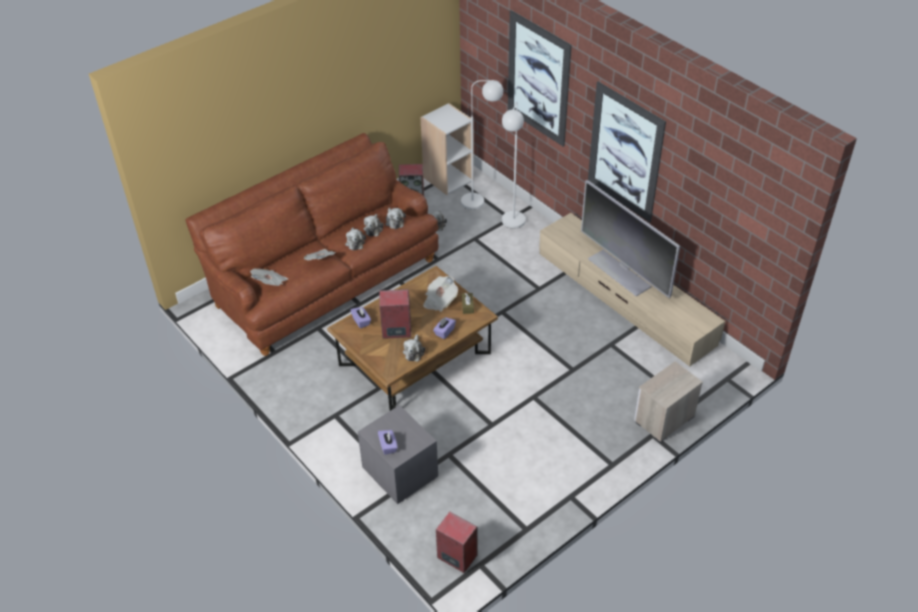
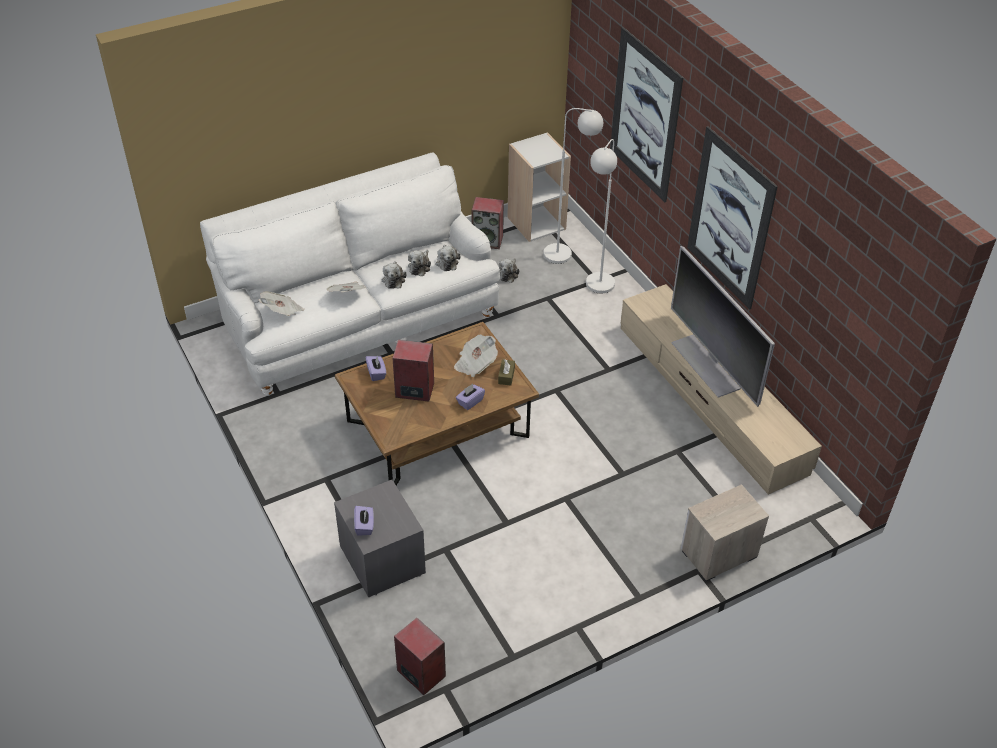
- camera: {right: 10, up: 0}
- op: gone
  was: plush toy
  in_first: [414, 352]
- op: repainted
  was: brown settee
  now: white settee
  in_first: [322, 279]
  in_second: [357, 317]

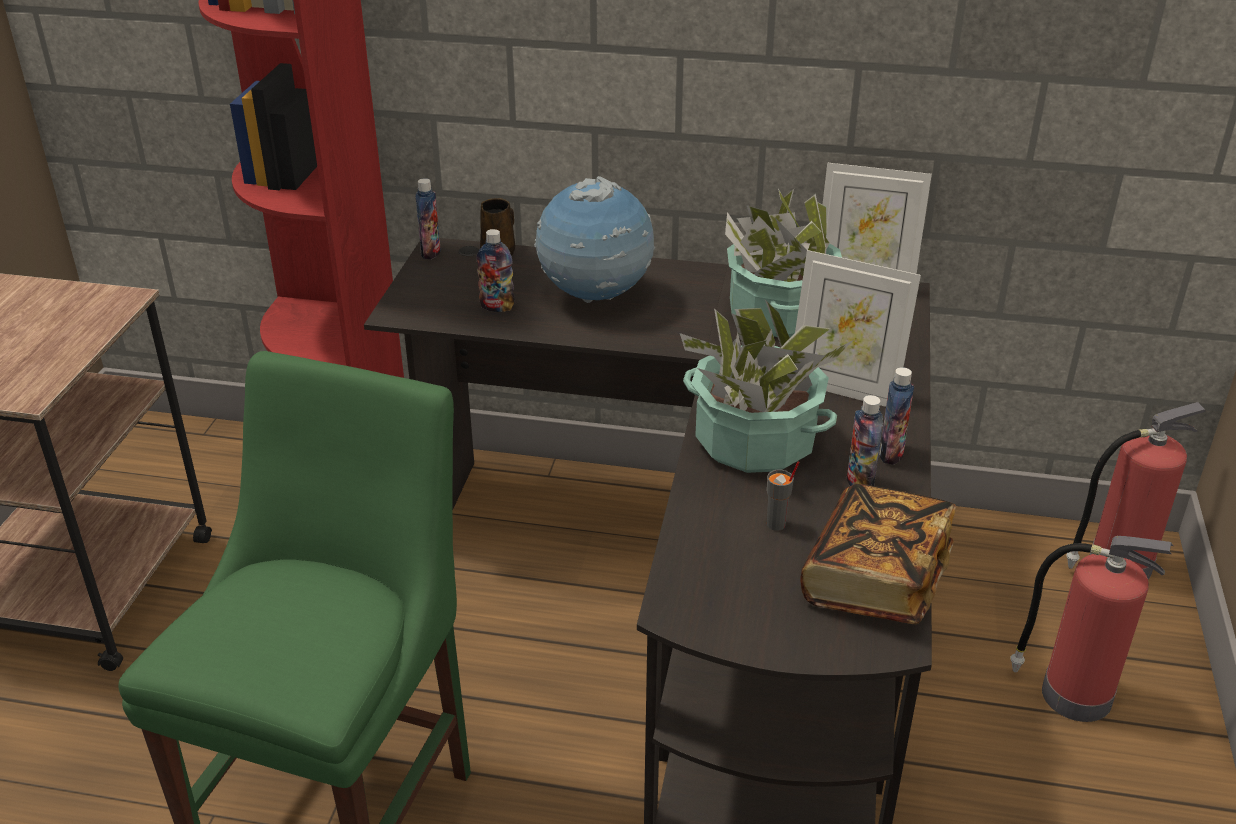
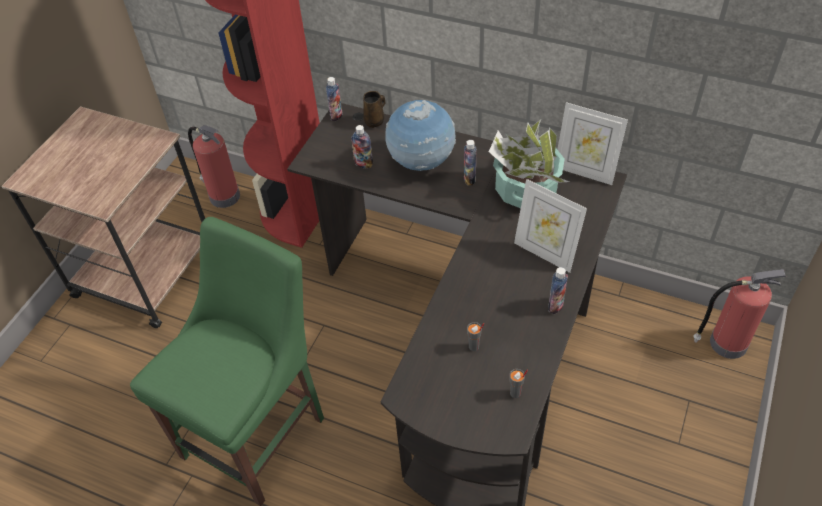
- camera: {right: 15, up: 15}
- op: gone
  was: houseplant
  in_first: [755, 442]
- op: shifted
  was: beverage bottle
  in_first: [860, 483]
  in_second: [469, 179]
- op: shifted
  was: fire-fighting cylinder
  in_first: [1072, 694]
  in_second: [223, 195]
- op: swapped
  was: book
  now: grey cup
  in_first: [875, 580]
  in_second: [515, 393]

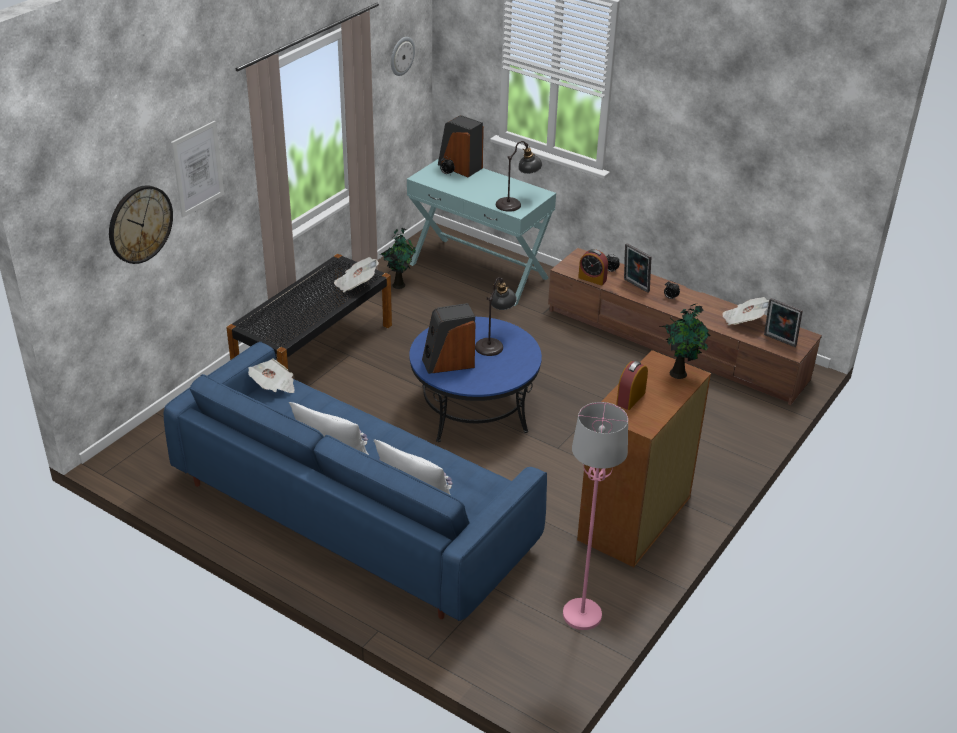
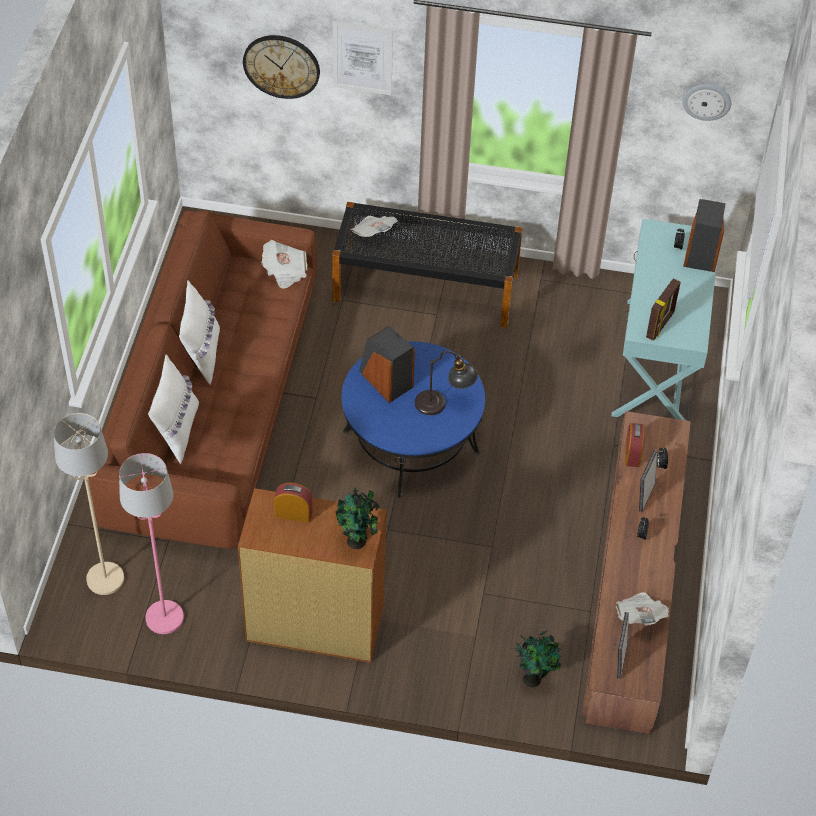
- camera: {right: 65, up: 15}
- op: new
  now: beige floor lamp
  in_second: [105, 579]
- op: shifted
  was: daily paper
  in_first: [356, 284]
  in_second: [373, 233]
- op: shifted
  was: houseplant
  in_first: [399, 284]
  in_second: [533, 679]
- op: swapped
  was: grey table lamp
  now: photo frame
  in_first: [517, 202]
  in_second: [660, 325]
- op: repainted
  was: blue-coloured settee
  now: brown settee
  in_first: [354, 512]
  in_second: [213, 408]

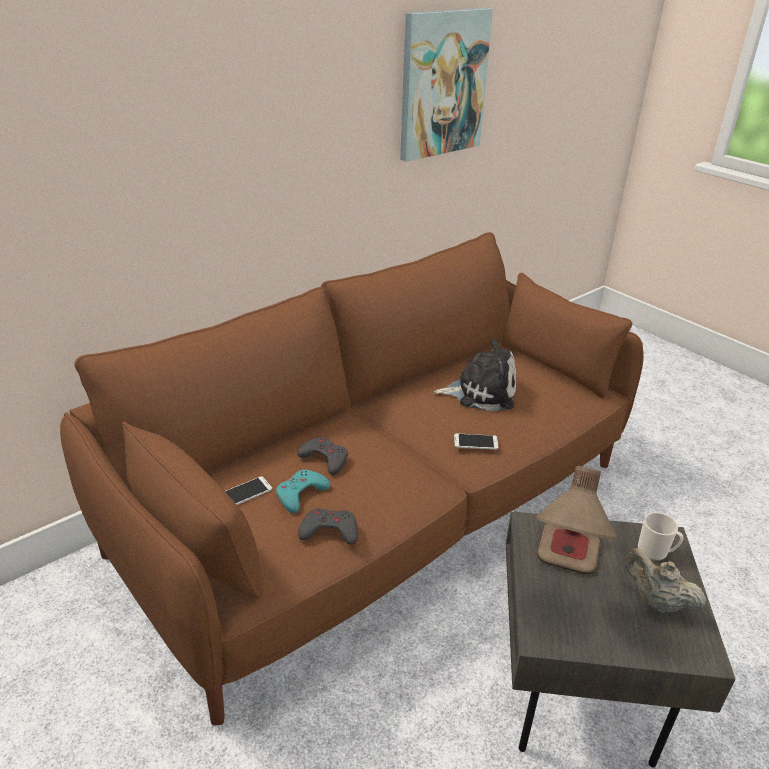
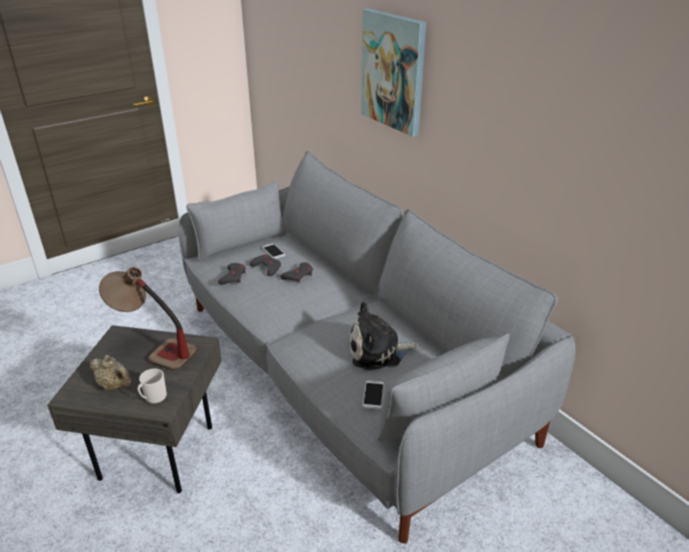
- camera: {right: 95, up: 0}
- op: shifted
  was: picture
  in_first: [442, 84]
  in_second: [393, 71]
- op: shifted
  was: phone
  in_first: [476, 442]
  in_second: [373, 395]
- op: repainted
  was: brown settee
  now: grey settee
  in_first: [380, 508]
  in_second: [346, 370]
- op: repainted
  was: blue-green game controller
  now: grey game controller
  in_first: [300, 494]
  in_second: [267, 267]
- op: rotated
  was: plush toy
  in_first: [481, 392]
  in_second: [378, 351]
  clockwise: 75
- op: rotated
  was: beige pot for tea
  in_first: [656, 601]
  in_second: [115, 385]
  clockwise: 75

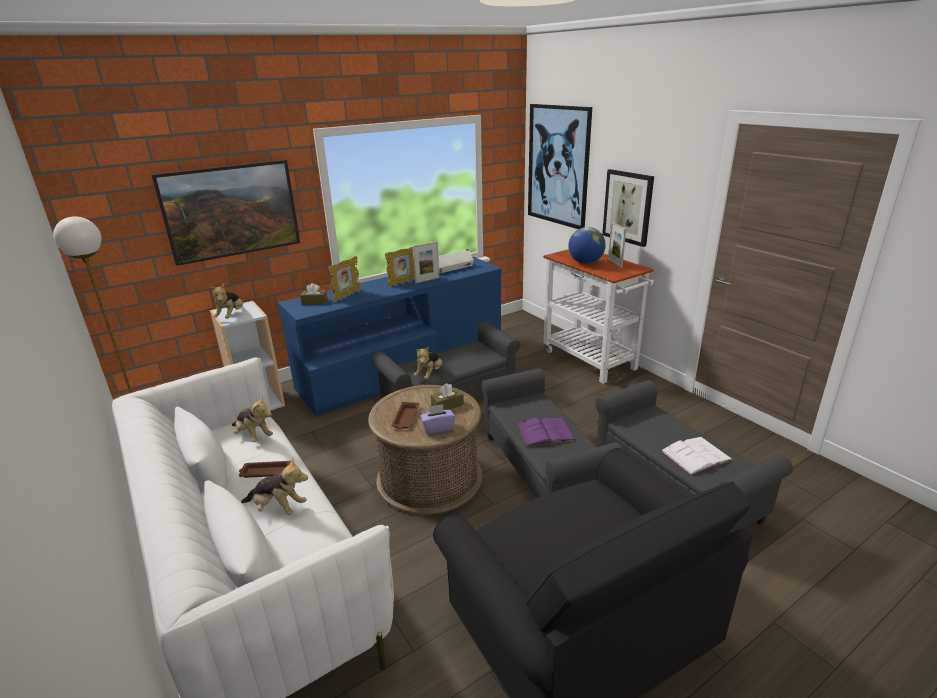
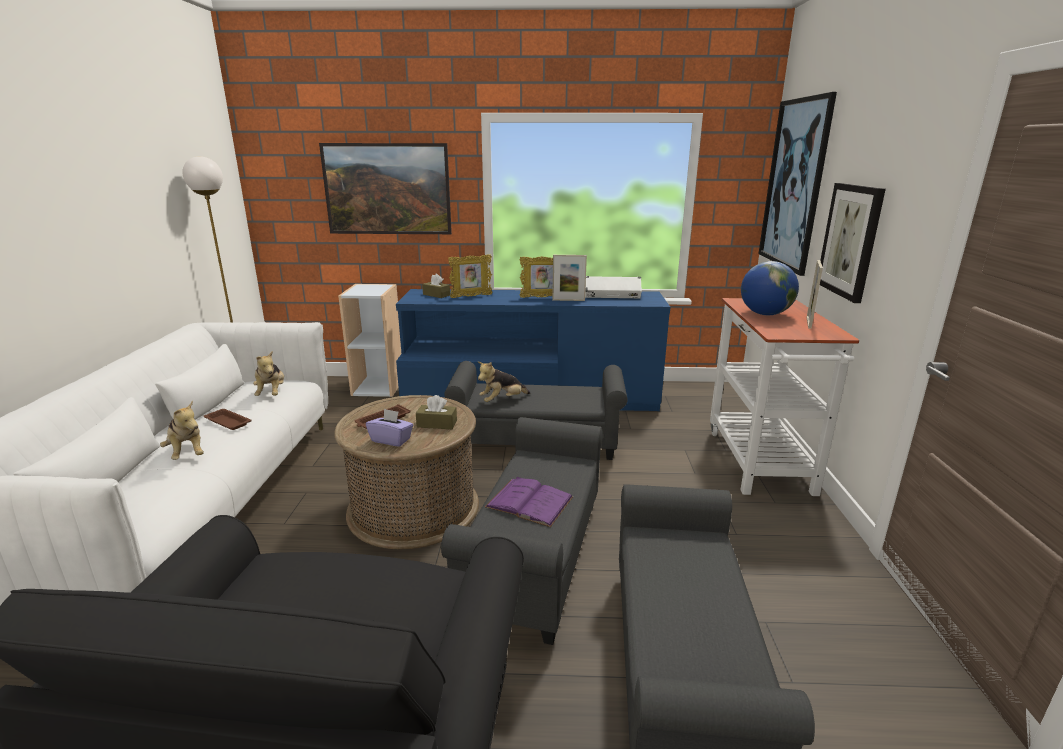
- camera: {right: 35, up: -5}
- op: gone
  was: plush toy
  in_first: [231, 316]
- op: gone
  was: white book
  in_first: [696, 455]

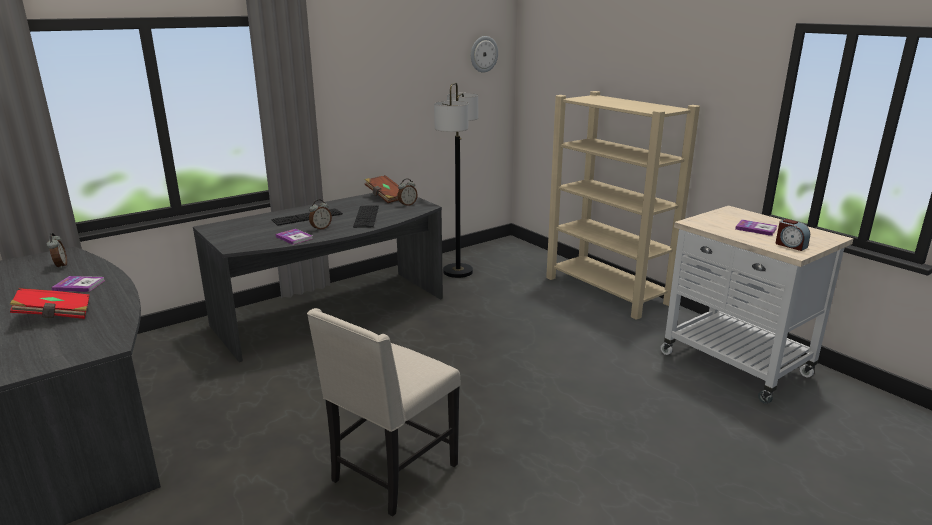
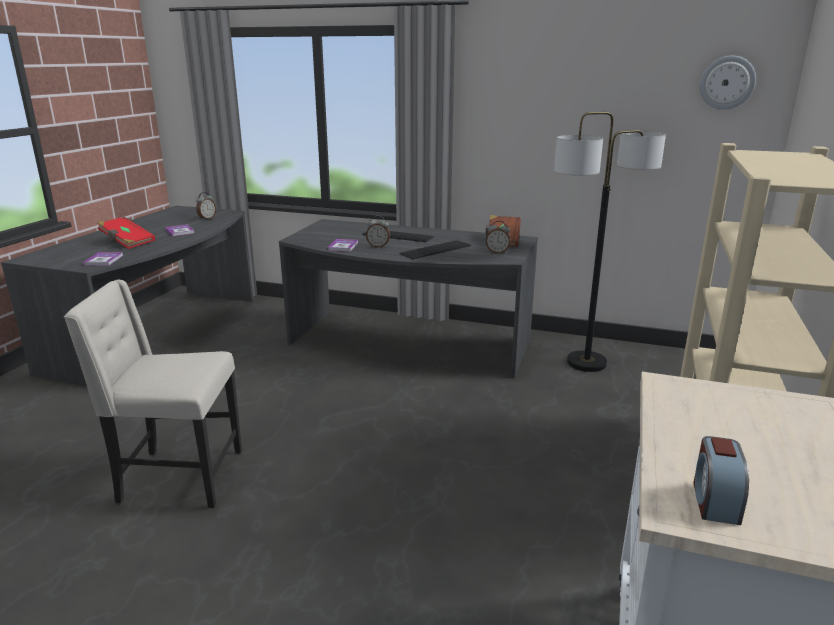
- camera: {right: 55, up: 0}
- op: shifted
  was: book
  in_first: [756, 229]
  in_second: [103, 260]

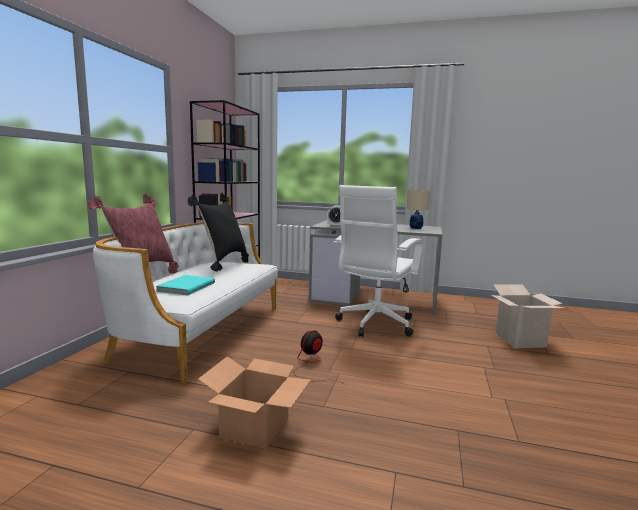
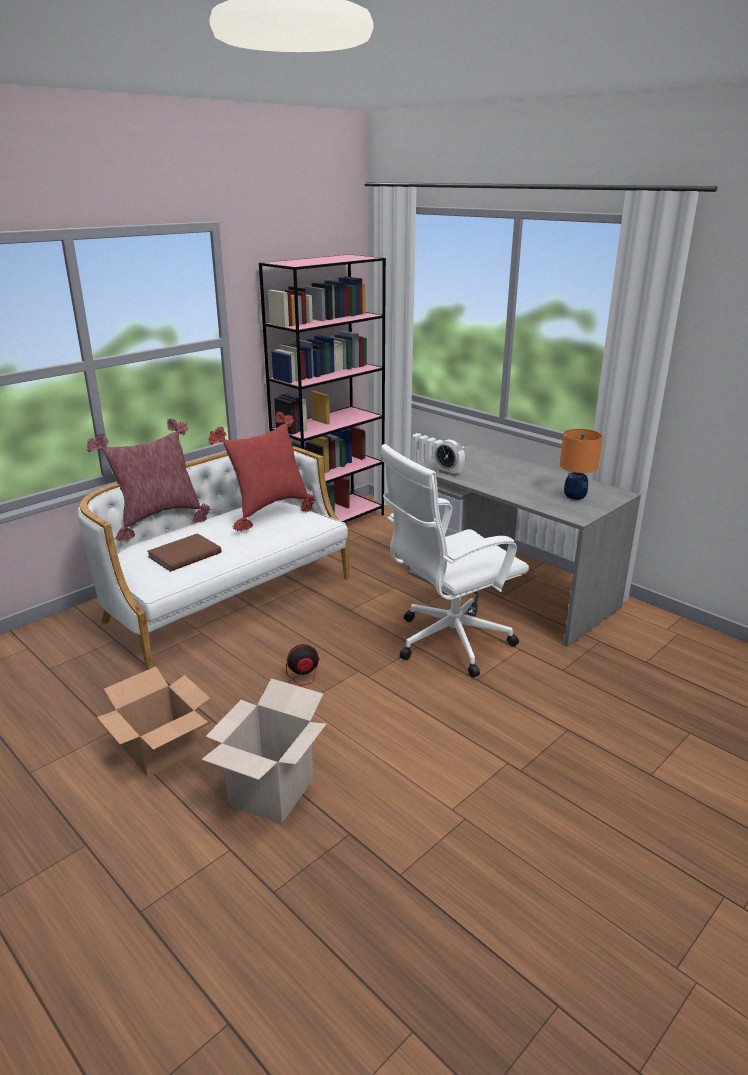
- camera: {right: 30, up: 15}
- op: shifted
  was: cardboard box
  in_first: [520, 340]
  in_second: [271, 792]
- op: repainted
  was: blue-green book
  now: brown book
  in_first: [185, 287]
  in_second: [184, 554]
- op: repainted
  was: black throw pillow
  now: red-coloured throw pillow
  in_first: [221, 267]
  in_second: [267, 517]
- op: repainted
  was: beige table lamp
  now: orangey table lamp
  in_first: [415, 228]
  in_second: [573, 497]

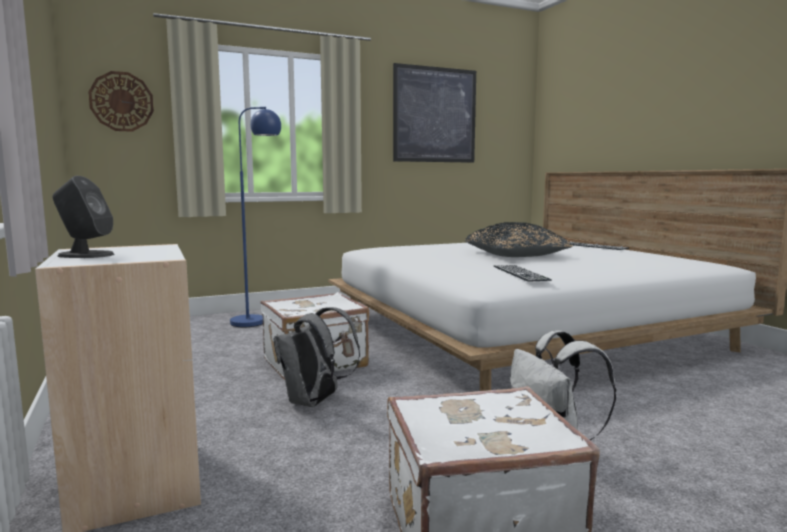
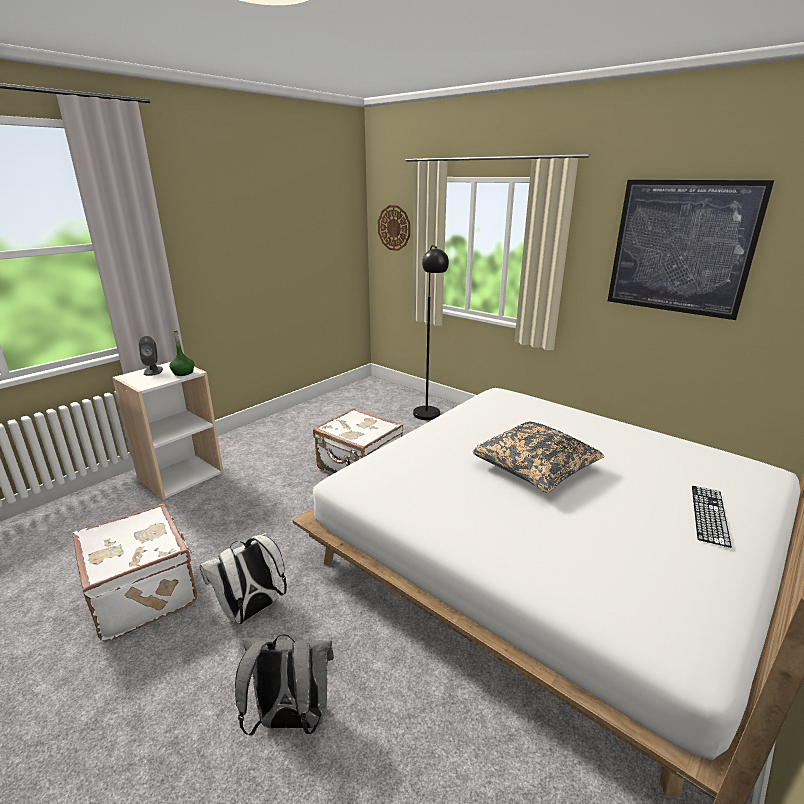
- camera: {right: 65, up: 15}
- op: gone
  was: PC keyboard
  in_first: [520, 273]
- op: new
  now: greenish beverage bottle
  in_second: [183, 373]
- op: shifted
  was: grey backpack
  in_first: [315, 402]
  in_second: [291, 719]
- op: repainted
  was: blue-coloured floor lamp
  now: black floor lamp
  in_first: [257, 323]
  in_second: [428, 418]

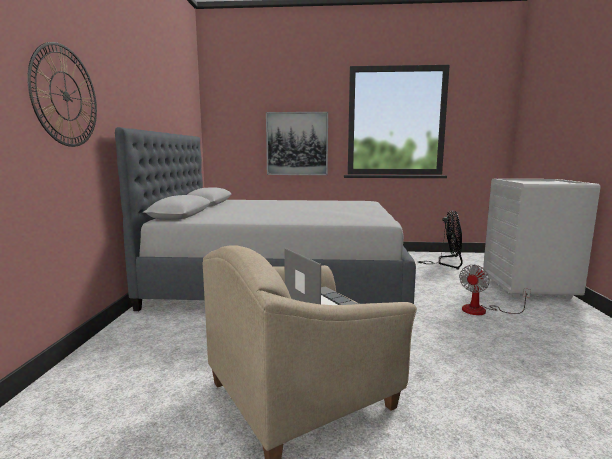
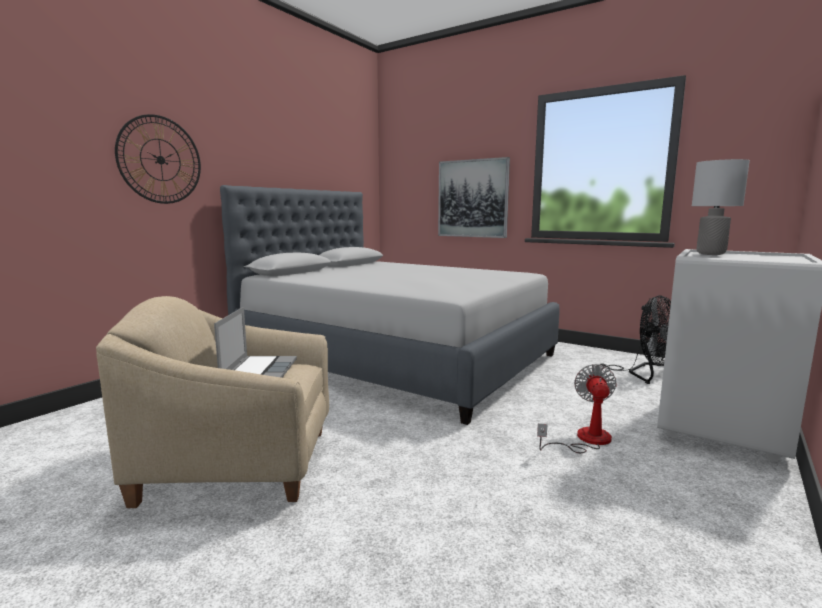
- camera: {right: 30, up: 0}
- op: new
  now: grey table lamp
  in_second: [711, 254]
- op: rotated
  was: electric fan
  in_first: [482, 310]
  in_second: [585, 440]
  clockwise: 120

